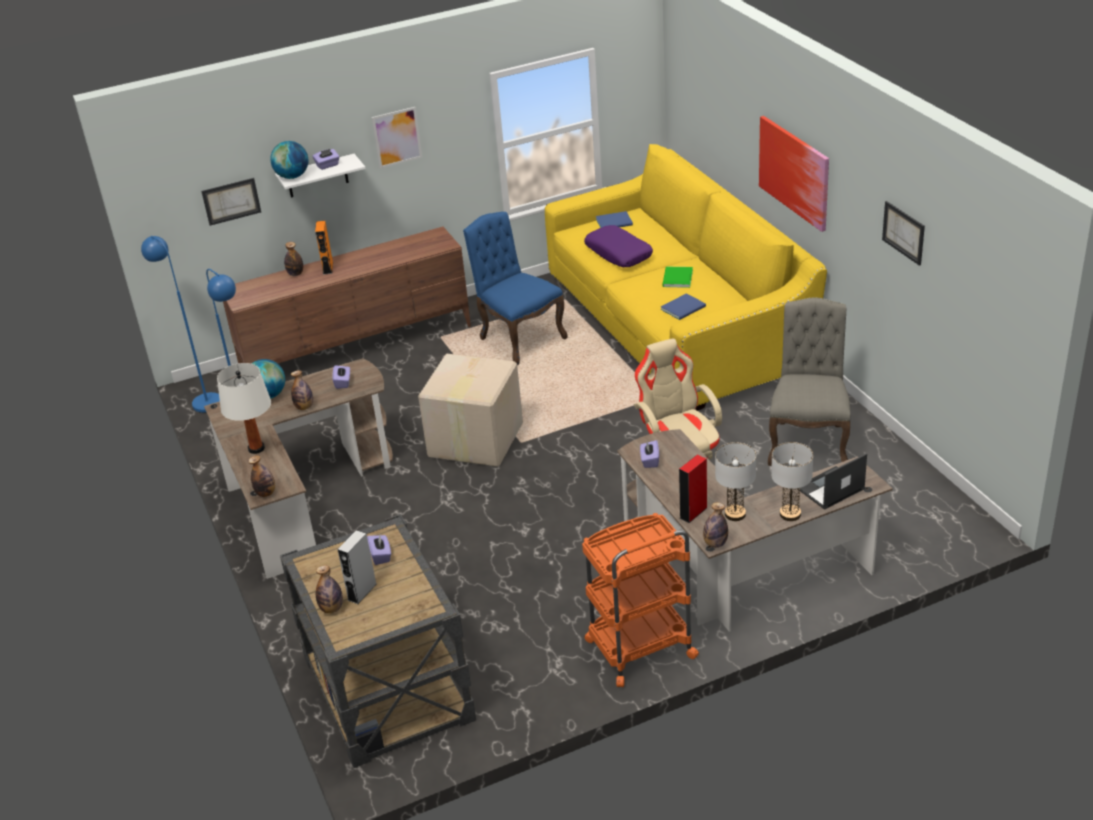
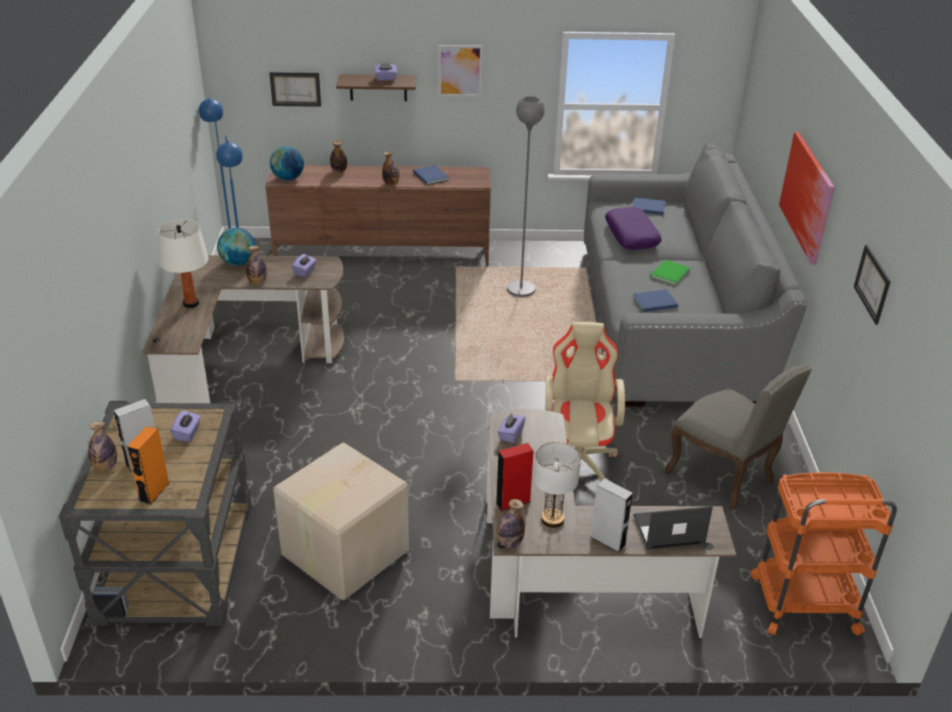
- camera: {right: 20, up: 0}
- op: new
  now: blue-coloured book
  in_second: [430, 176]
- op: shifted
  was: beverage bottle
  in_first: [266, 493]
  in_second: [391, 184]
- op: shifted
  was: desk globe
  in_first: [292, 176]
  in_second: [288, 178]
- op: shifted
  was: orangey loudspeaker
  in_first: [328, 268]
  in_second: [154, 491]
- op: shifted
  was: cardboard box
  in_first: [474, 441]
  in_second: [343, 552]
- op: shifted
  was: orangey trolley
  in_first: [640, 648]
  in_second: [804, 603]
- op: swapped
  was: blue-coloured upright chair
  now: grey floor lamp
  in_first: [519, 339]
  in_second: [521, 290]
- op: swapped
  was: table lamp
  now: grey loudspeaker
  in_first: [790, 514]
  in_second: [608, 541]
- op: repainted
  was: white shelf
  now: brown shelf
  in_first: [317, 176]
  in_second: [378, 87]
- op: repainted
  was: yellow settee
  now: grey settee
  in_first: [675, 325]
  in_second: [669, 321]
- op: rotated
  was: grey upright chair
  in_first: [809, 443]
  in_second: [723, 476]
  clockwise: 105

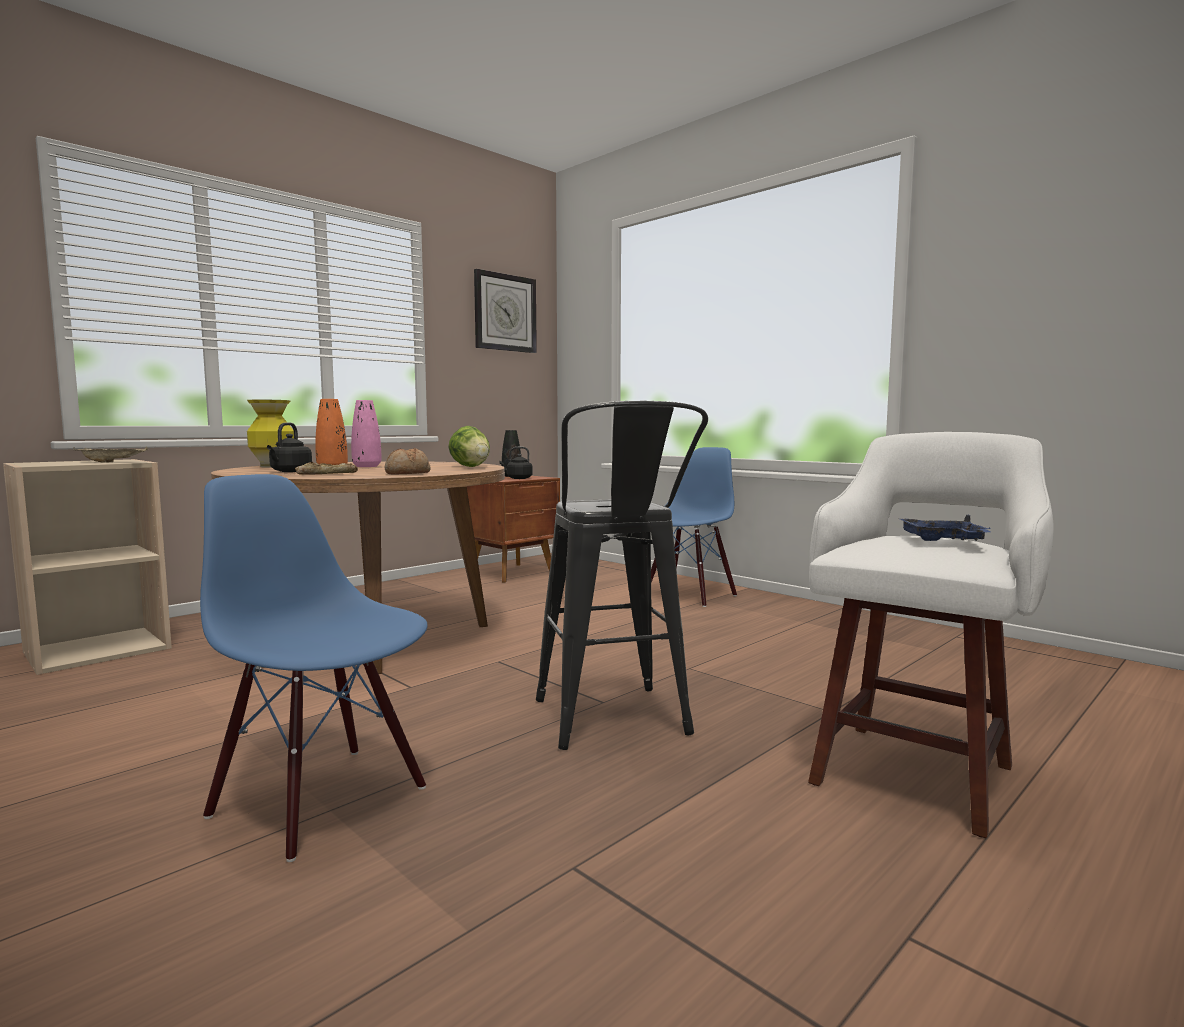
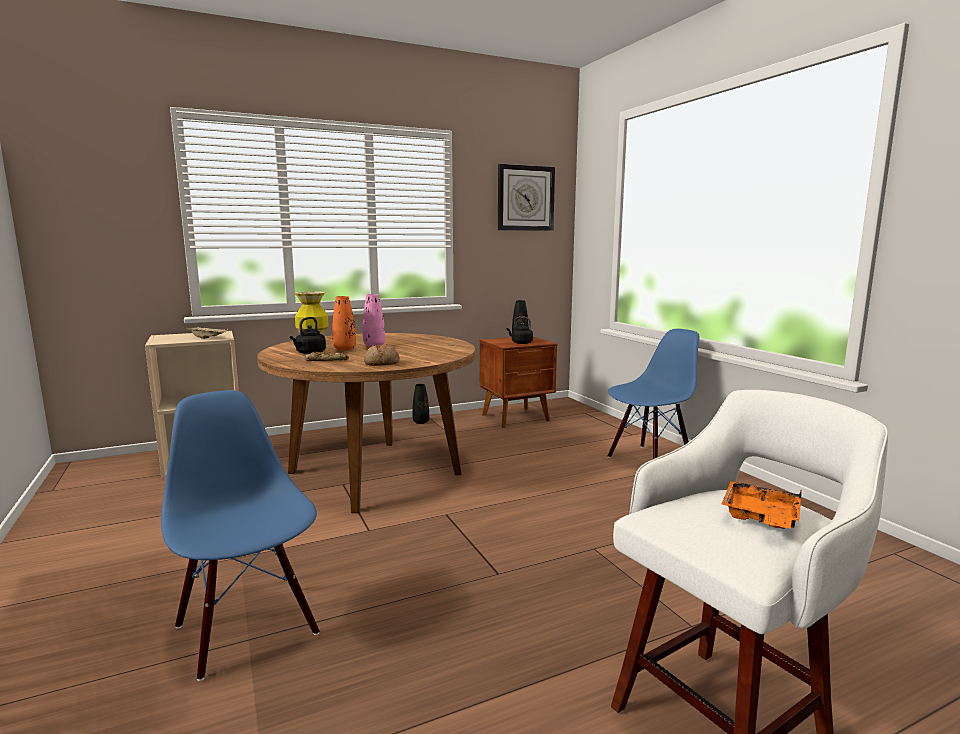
- camera: {right: 20, up: 5}
- op: gone
  was: lettuce head
  in_first: [471, 467]
- op: gone
  was: black sitting stool
  in_first: [614, 725]
- op: new
  now: black decorative vase
  in_second: [421, 422]
- op: repainted
  was: blue-coloured tray
  now: orangey tray
  in_first: [943, 541]
  in_second: [760, 517]

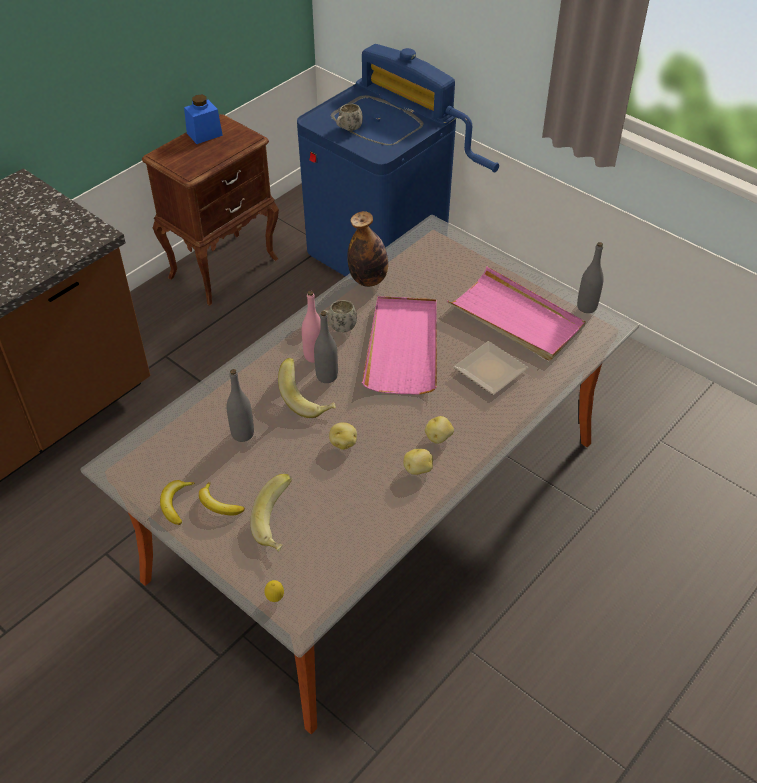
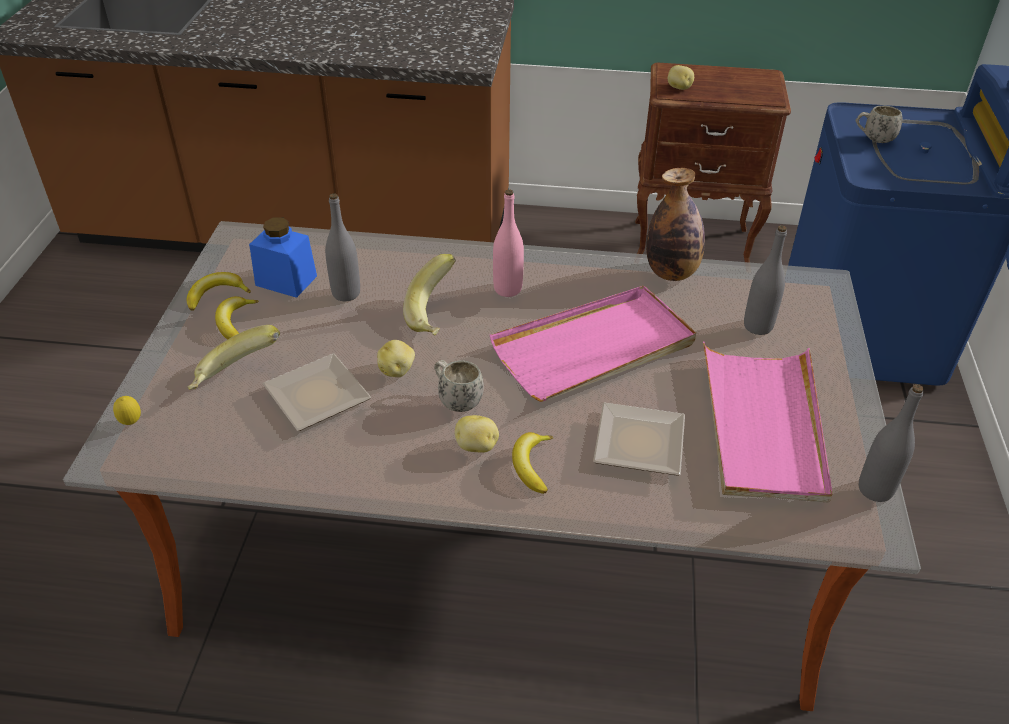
- camera: {right: 55, up: -5}
- op: new
  now: plate
  in_second: [316, 398]
- op: new
  now: banana fruit
  in_second: [532, 465]
- op: shifted
  was: blue-coloured storage jar
  in_first: [204, 134]
  in_second: [286, 280]
- op: shifted
  was: grey beverage bottle
  in_first: [327, 376]
  in_second: [758, 326]
- op: shifted
  was: white coffee mug
  in_first: [338, 328]
  in_second: [456, 399]
- op: shifted
  was: spud
  in_first: [418, 469]
  in_second: [679, 88]

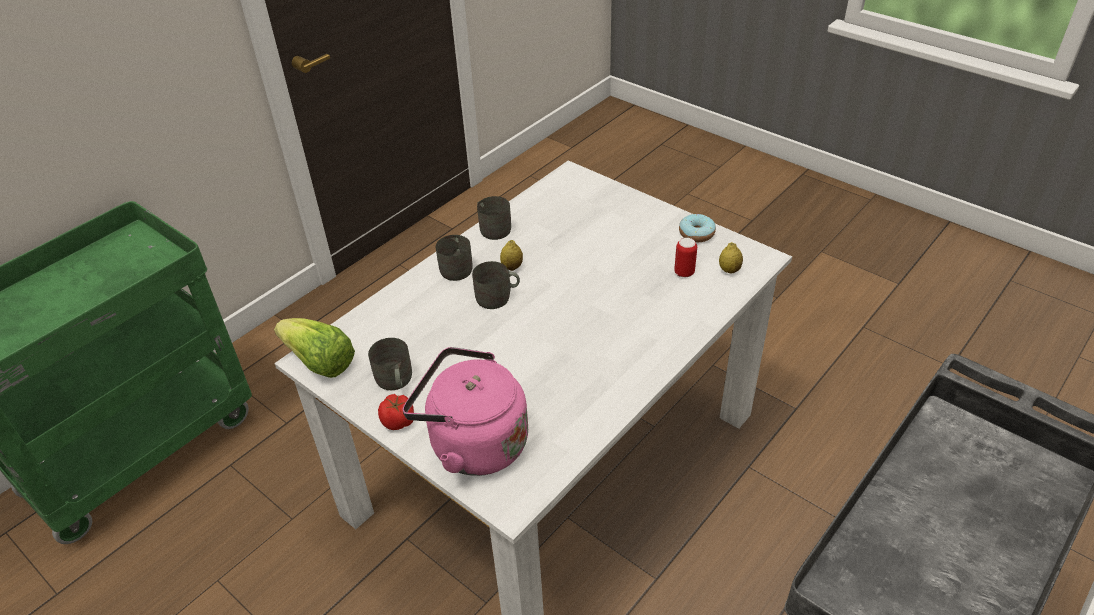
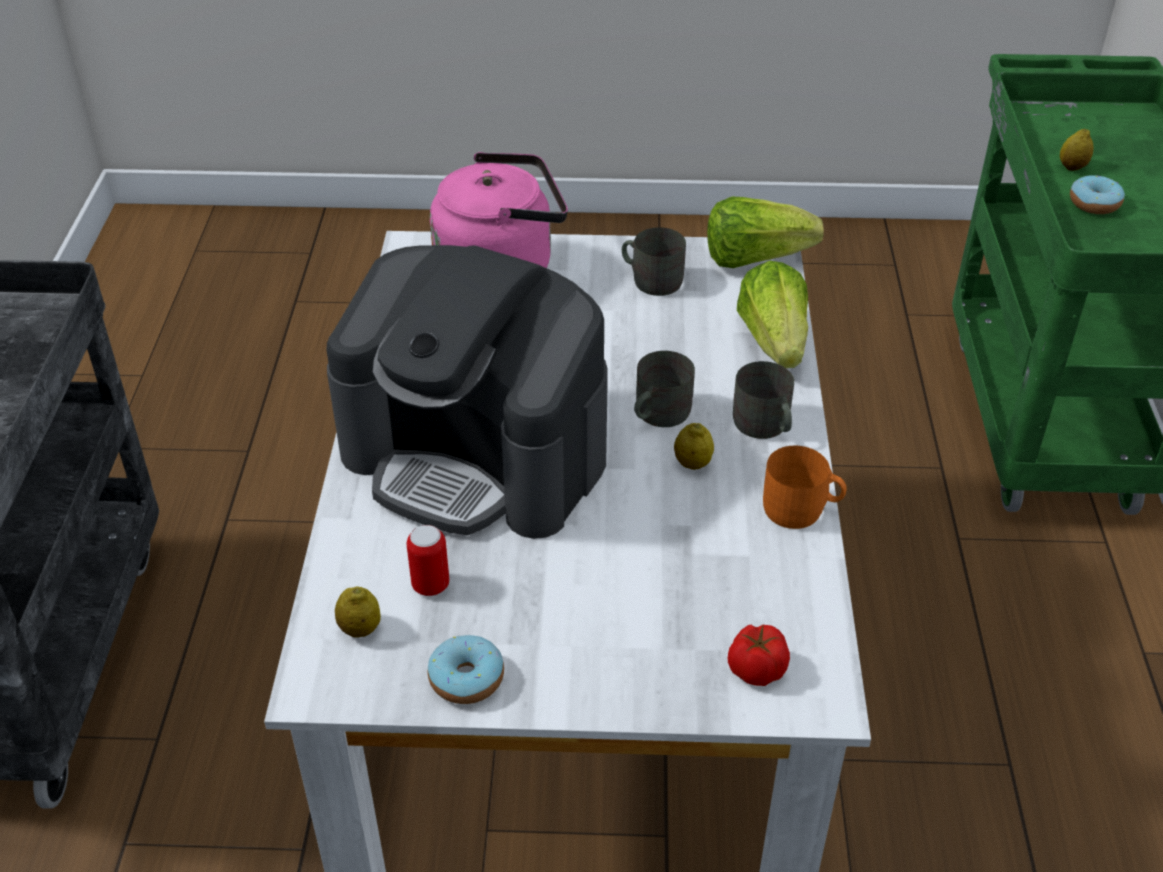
- camera: {right: 140, up: 0}
- op: new
  now: coffee brewer
  in_second: [477, 455]
- op: new
  now: lettuce head
  in_second: [774, 341]
- op: new
  now: citrus fruit
  in_second: [1072, 167]
- op: new
  now: donut
  in_second: [1094, 203]
- op: shifted
  was: tomato
  in_first: [399, 421]
  in_second: [755, 670]
- op: repainted
  was: grey coffee mug
  now: orangey coffee mug
  in_first: [493, 228]
  in_second: [801, 510]

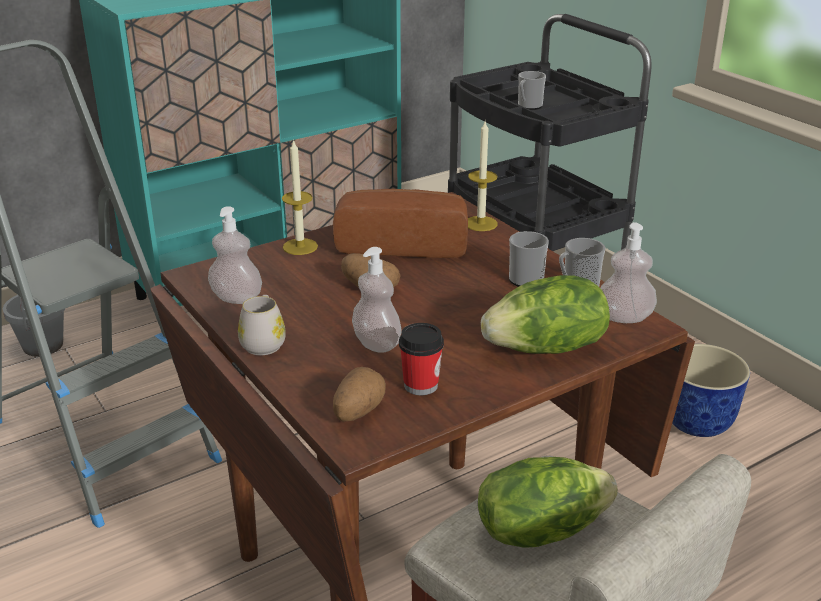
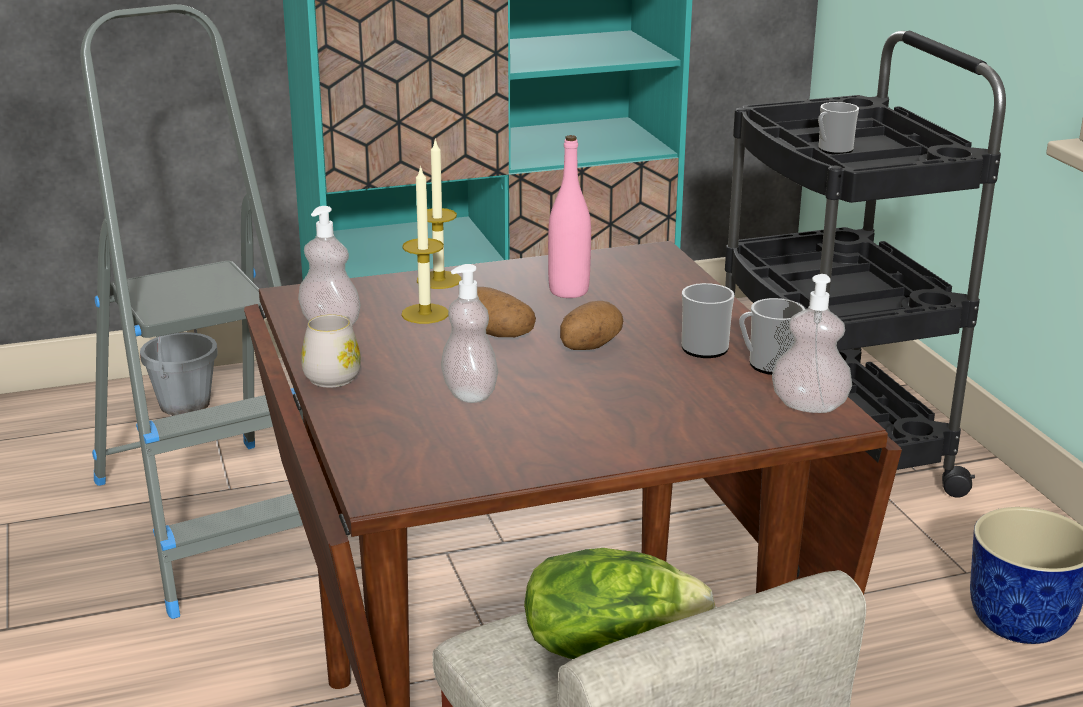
- camera: {right: 15, up: -5}
- op: gone
  was: cup
  in_first: [421, 385]
- op: gone
  was: lettuce head
  in_first: [547, 349]
- op: shifted
  was: spud
  in_first: [357, 411]
  in_second: [589, 346]
- op: shifted
  was: wax light
  in_first: [480, 223]
  in_second: [425, 314]
- op: swapped
  was: bakery bread
  now: pink-coloured beverage bottle
  in_first: [402, 244]
  in_second: [568, 291]

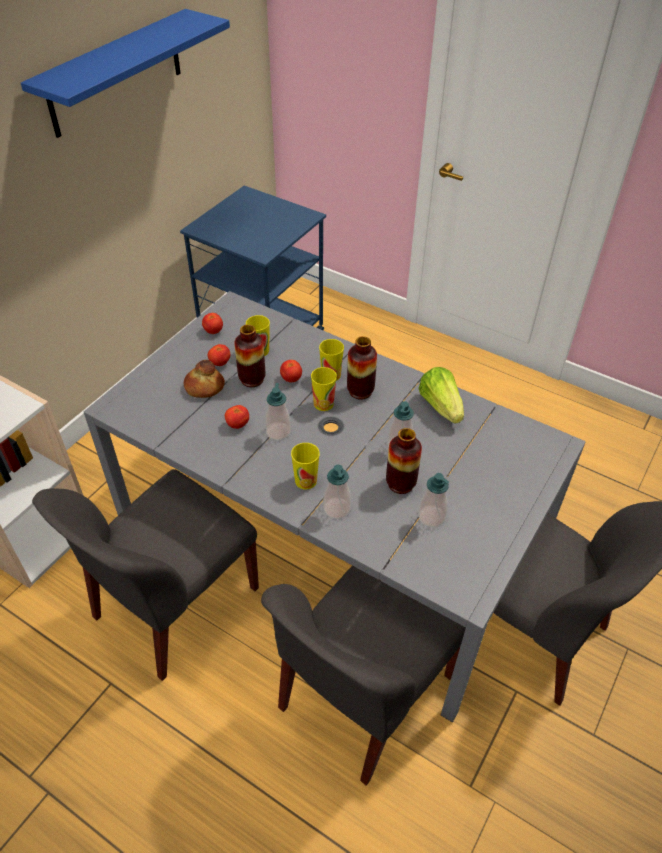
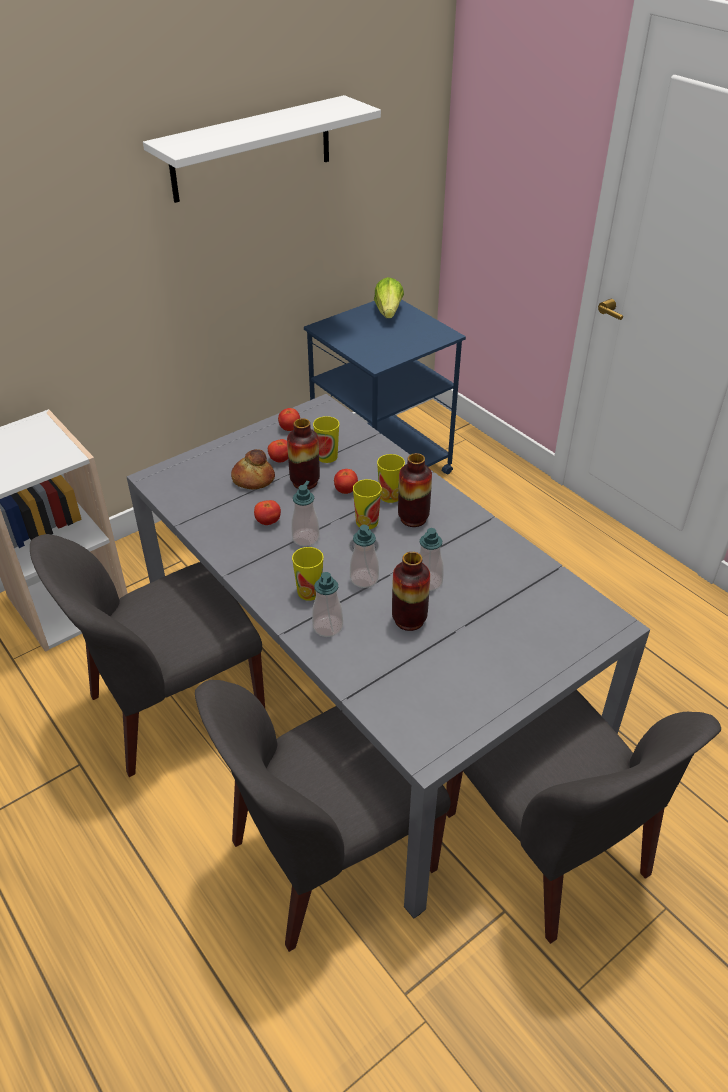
- camera: {right: 20, up: -5}
- op: shifted
  was: liquid soap bottle
  in_first: [431, 517]
  in_second: [364, 579]
- op: shifted
  was: lettuce head
  in_first: [441, 406]
  in_second: [388, 312]
- op: repainted
  was: blue-coloured shelf
  now: white shelf
  in_first: [116, 73]
  in_second: [252, 149]

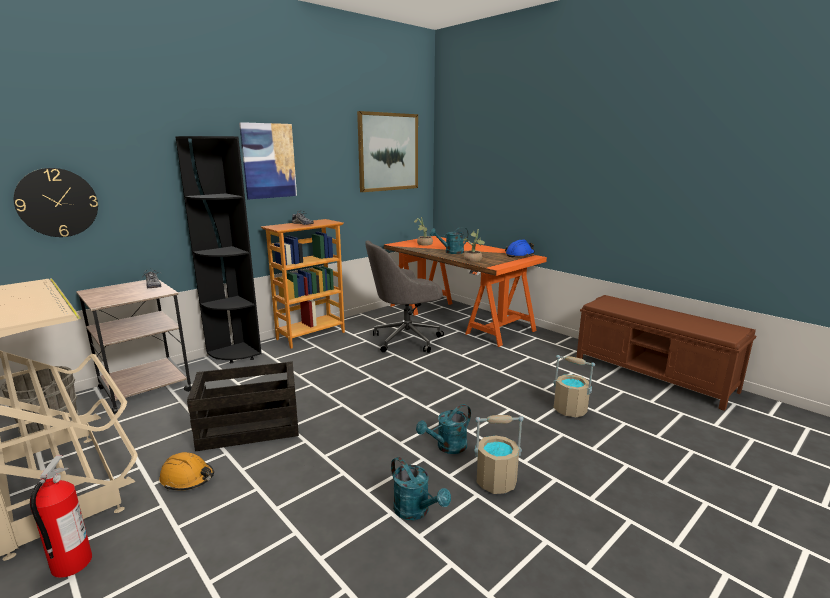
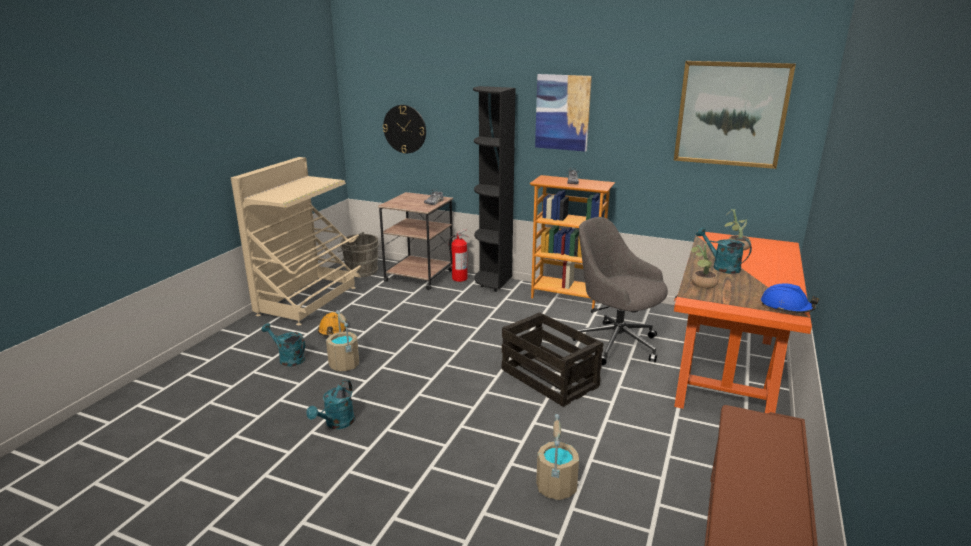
- camera: {right: 65, up: 5}
- op: shifted
  was: fire-fighting cylinder
  in_first: [70, 564]
  in_second: [459, 278]
- op: shifted
  was: crate
  in_first: [251, 427]
  in_second: [550, 378]
- op: shifted
  was: blue-green sprinkling can
  in_first: [447, 447]
  in_second: [288, 358]
- op: shifted
  was: beige water bucket
  in_first: [496, 481]
  in_second: [344, 364]

